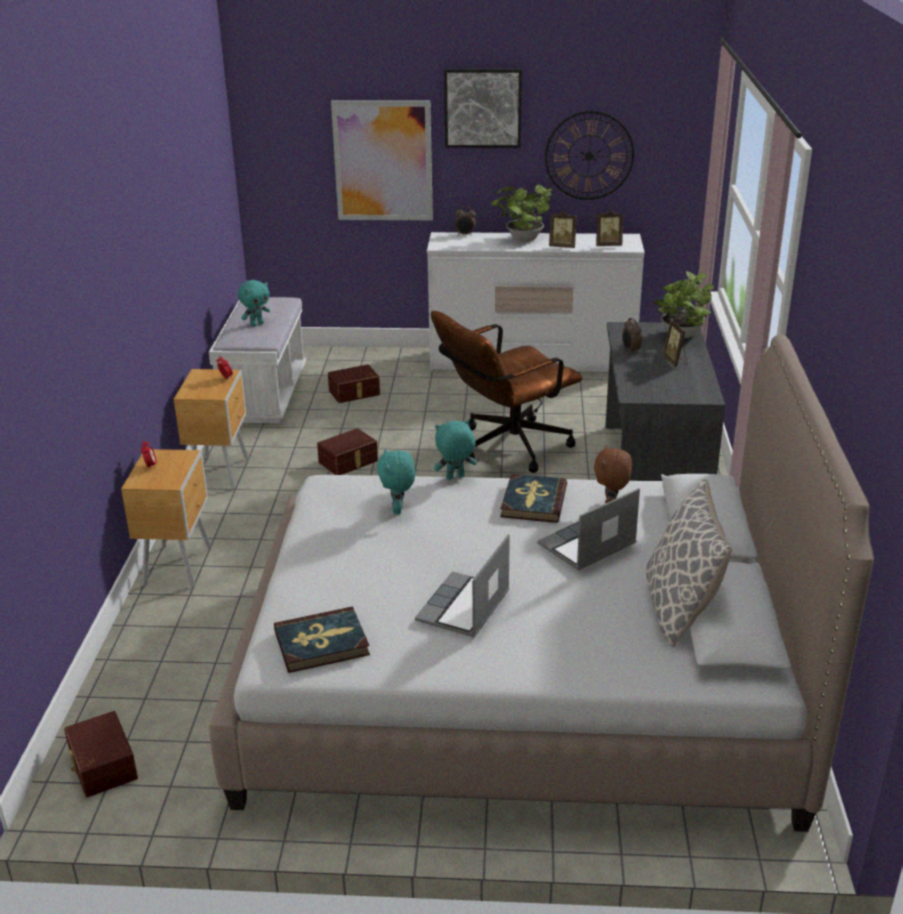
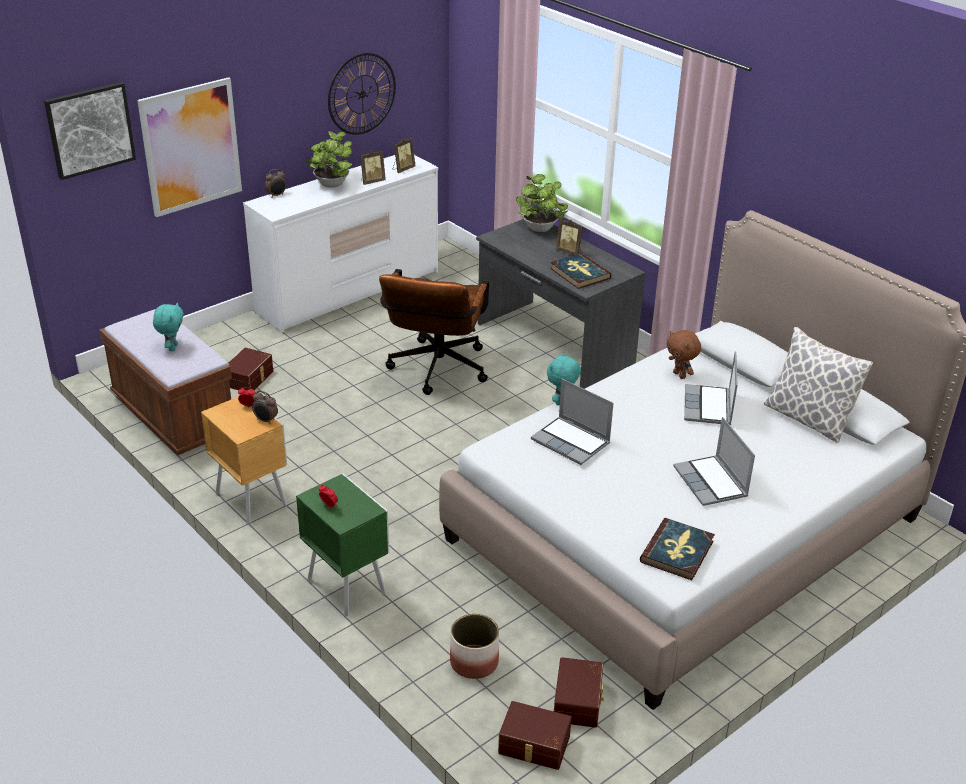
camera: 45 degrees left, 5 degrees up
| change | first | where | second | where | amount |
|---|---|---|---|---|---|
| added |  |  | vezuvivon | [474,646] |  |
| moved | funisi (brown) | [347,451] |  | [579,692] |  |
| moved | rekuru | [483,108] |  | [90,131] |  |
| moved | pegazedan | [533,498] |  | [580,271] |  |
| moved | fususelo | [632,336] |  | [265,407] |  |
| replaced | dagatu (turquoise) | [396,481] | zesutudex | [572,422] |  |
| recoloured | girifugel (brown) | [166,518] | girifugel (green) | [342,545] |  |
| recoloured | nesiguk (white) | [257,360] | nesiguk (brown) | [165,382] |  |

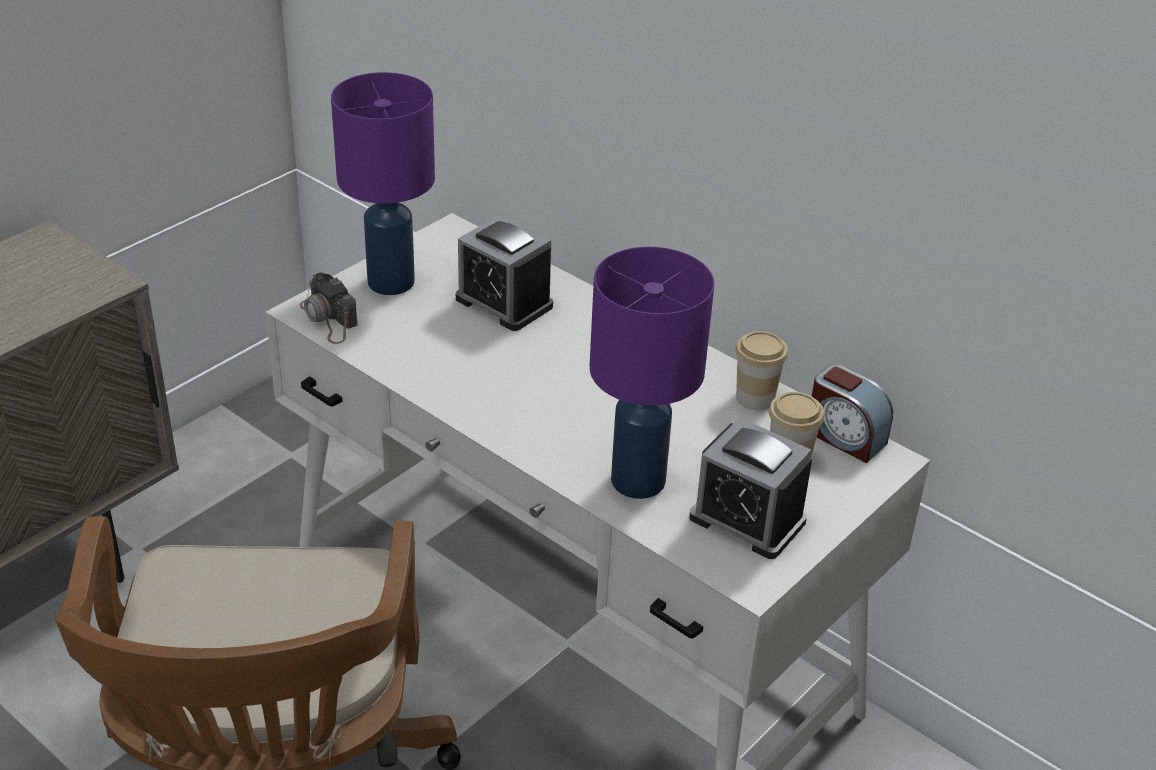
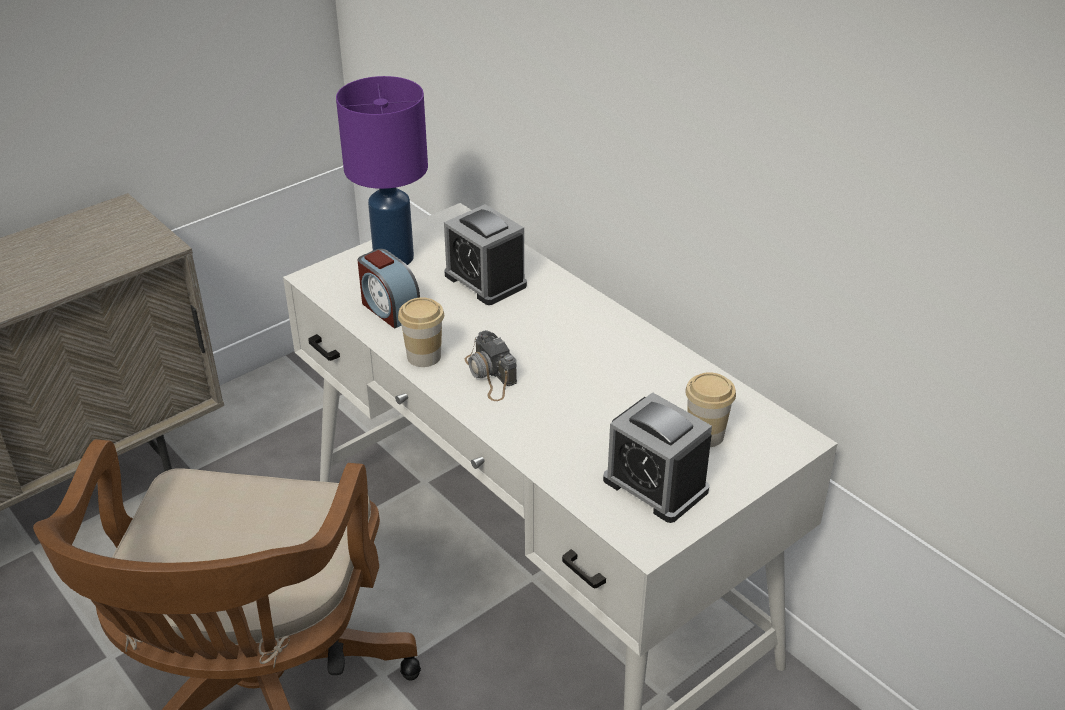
camera: 10 degrees right, 0 degrees up
| change | first | where | second | where | amount |
|---|---|---|---|---|---|
| removed | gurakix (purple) | [652,373] |  |  |  |
| moved | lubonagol | [329,308] |  | [491,365] |  |
| moved | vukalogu | [761,370] |  | [421,332] |  |
| moved | fususelo | [852,413] |  | [389,289] |  |

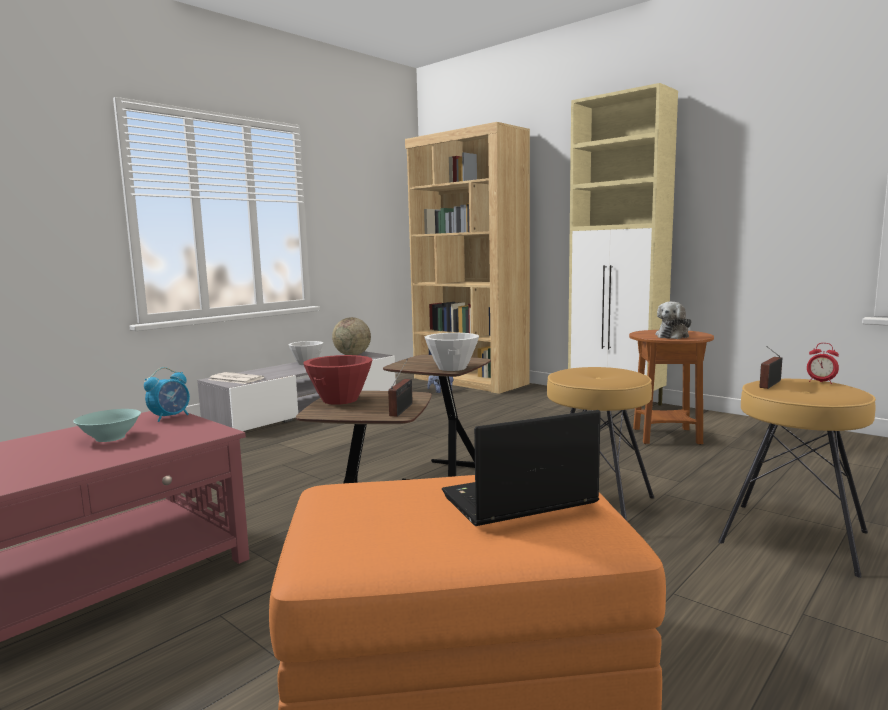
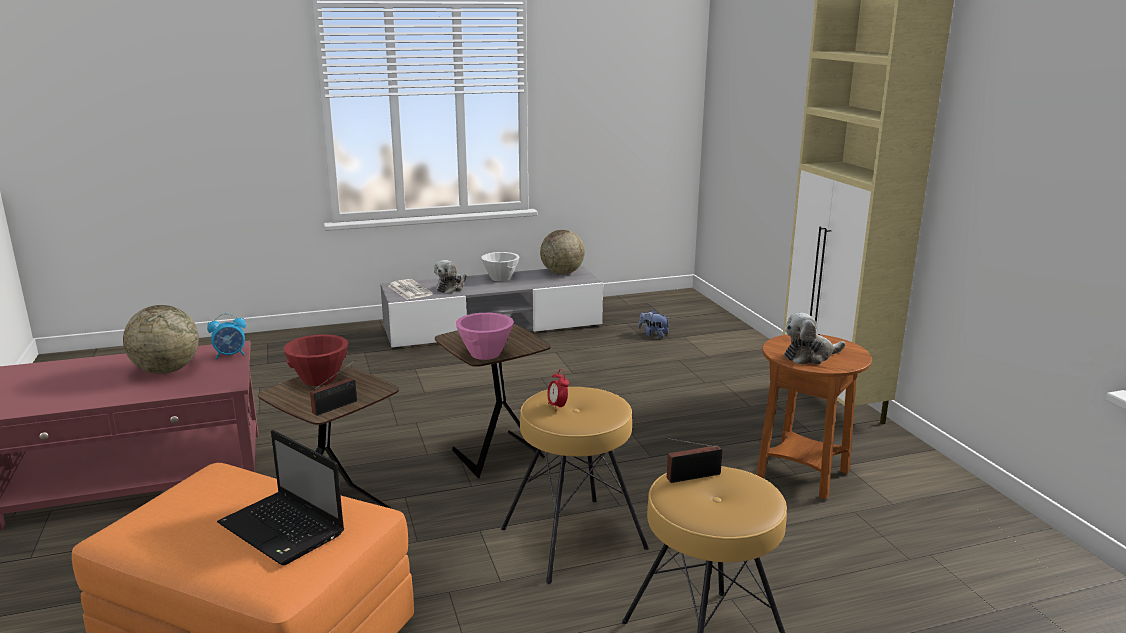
camera: 30 degrees right, 10 degrees up
| change | first | where | second | where | amount |
|---|---|---|---|---|---|
| removed | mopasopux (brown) | [467,258] |  |  |  |
| added |  |  | dagatu | [450,277] |  |
| moved | fususelo | [823,363] |  | [558,388] |  |
| replaced | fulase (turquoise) | [107,425] | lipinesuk | [161,339] |  |
| recoloured | fulase (white) | [452,352] | fulase (pink) | [484,336] |  |
| turned | zesutudex | [521,468] |  | [280,497] | 150 degrees counterclockwise |

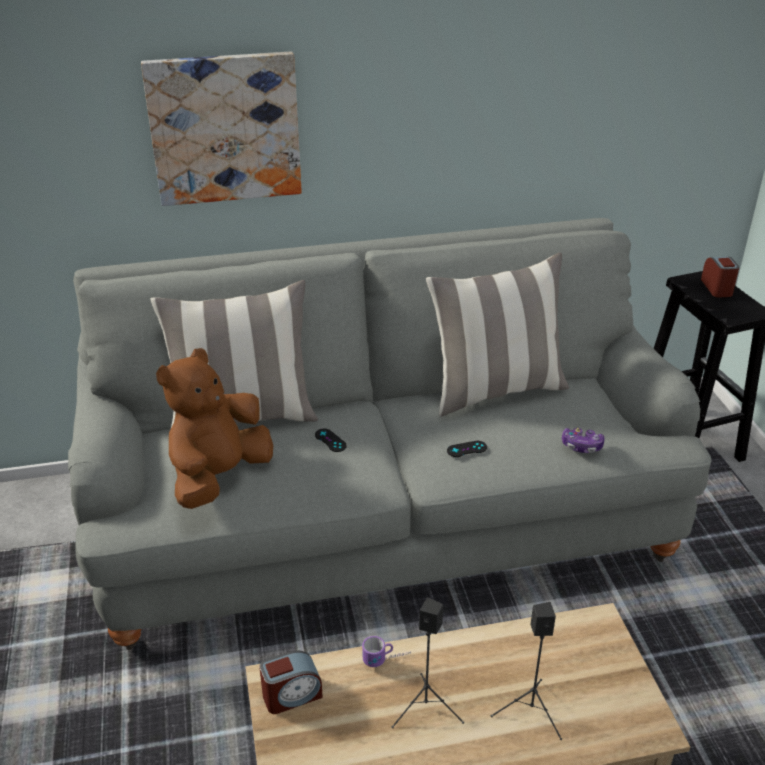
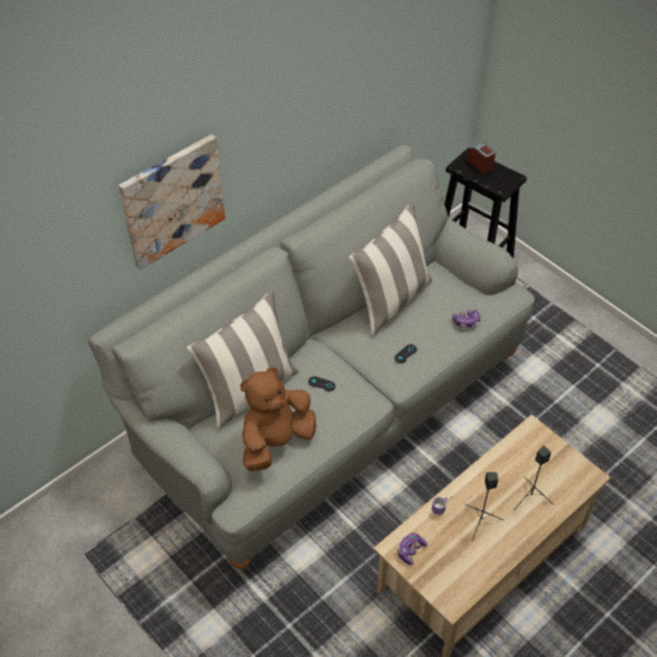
camera: 30 degrees left, 15 degrees up
| change | first | where | second | where | amount |
|---|---|---|---|---|---|
| replaced | fususelo | [291,682] | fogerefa | [412,549] |  |
| turned | dagatu (brown) | [214,428] |  | [278,419] | 45 degrees clockwise |

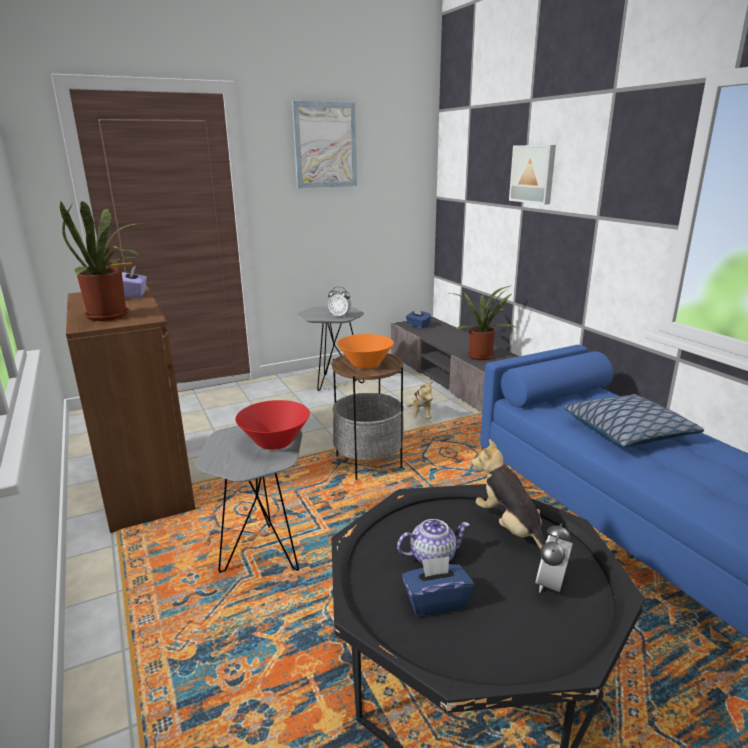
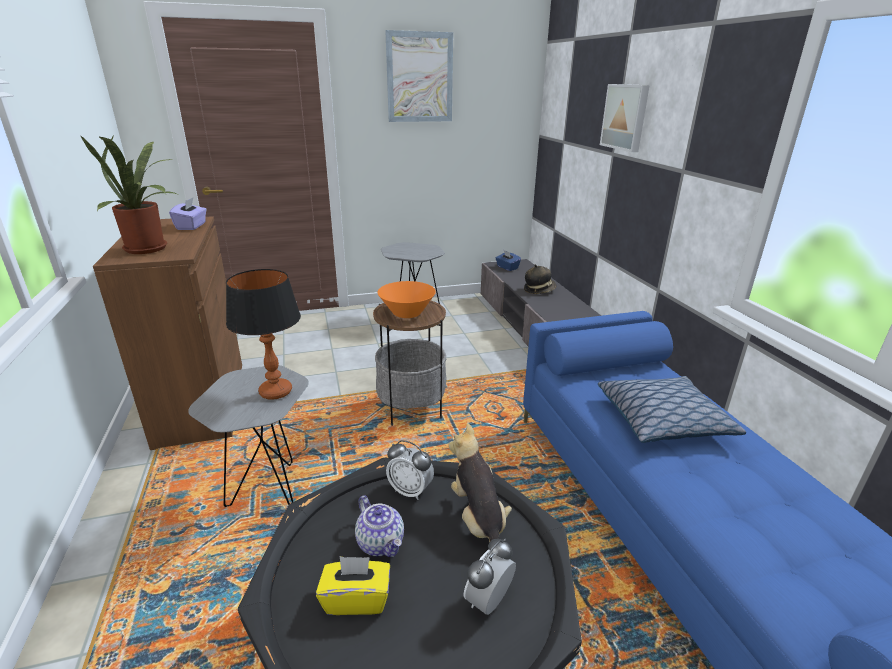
camera: 10 degrees right, 5 degrees up
| change | first | where | second | where | amount |
|---|---|---|---|---|---|
| removed | dagatu | [419,400] |  |  |  |
| removed | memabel | [483,323] |  |  |  |
| added |  |  | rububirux | [540,279] |  |
| moved | fususelo | [339,302] |  | [410,470] |  |
| replaced | fulase (red) | [272,425] | gurakix | [263,334] |  |
| recoloured | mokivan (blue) | [438,586] | mokivan (yellow) | [353,585] |  |
| turned | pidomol | [433,541] |  | [379,526] | 60 degrees clockwise |

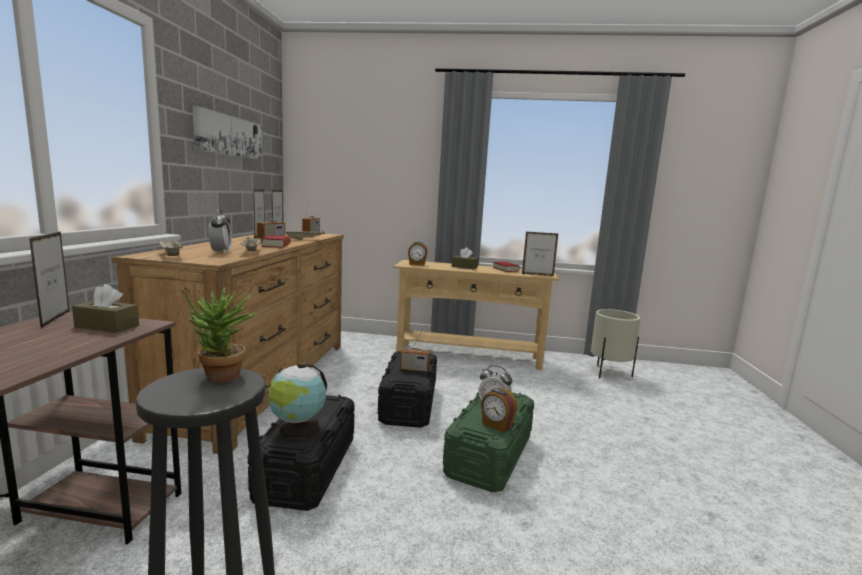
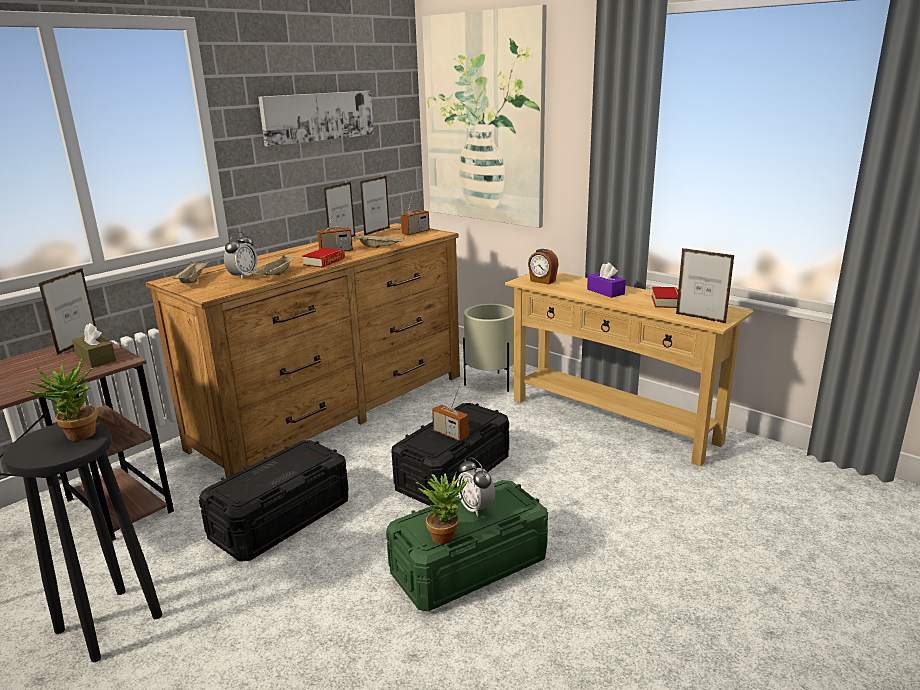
camera: 35 degrees right, 10 degrees up
| change | first | where | second | where | amount |
|---|---|---|---|---|---|
| removed | lipinesuk | [298,401] |  |  |  |
| added |  |  | rekuru | [484,116] |  |
| moved | vezuvivon (beige) | [616,344] |  | [488,348] |  |
| replaced | fususelo | [499,410] | memabel | [442,508] |  |
| recoloured | mokivan (brown) | [465,258] | mokivan (purple) | [606,280] |  |

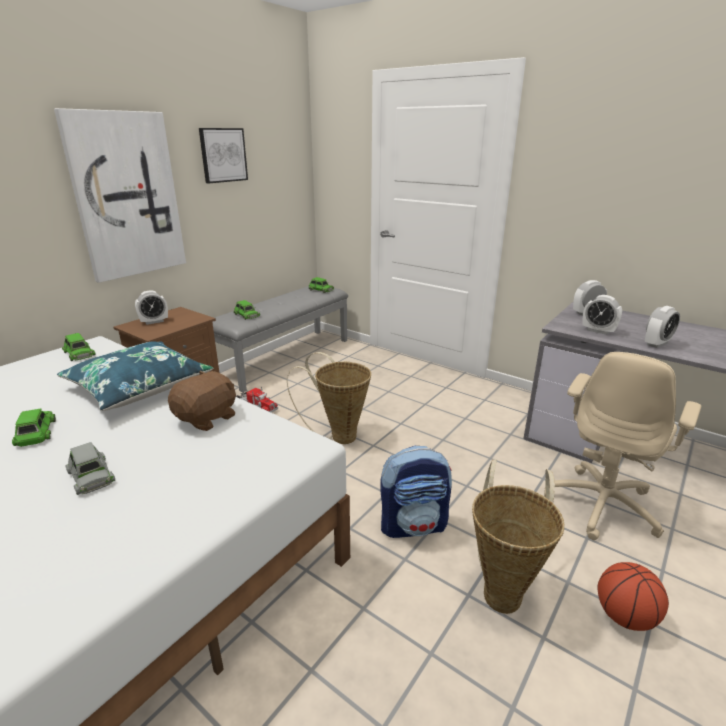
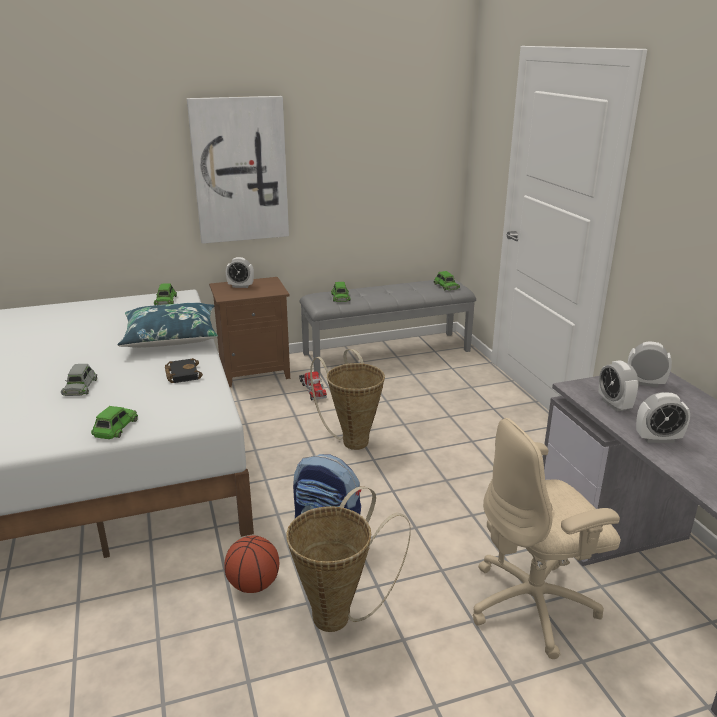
camera: 35 degrees right, 0 degrees up
| change | first | where | second | where | amount |
|---|---|---|---|---|---|
| removed | rekuru | [223,156] |  |  |  |
| moved | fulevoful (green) | [34,428] |  | [114,422] |  |
| moved | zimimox | [633,596] |  | [251,564] |  |
| replaced | dagatu (brown) | [202,400] | pegazedan (black) | [184,370] |  |

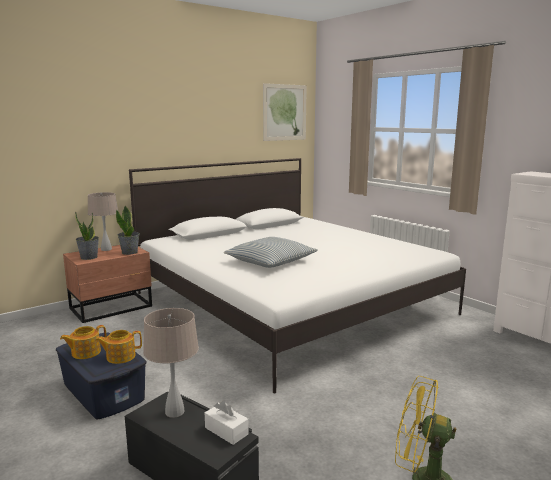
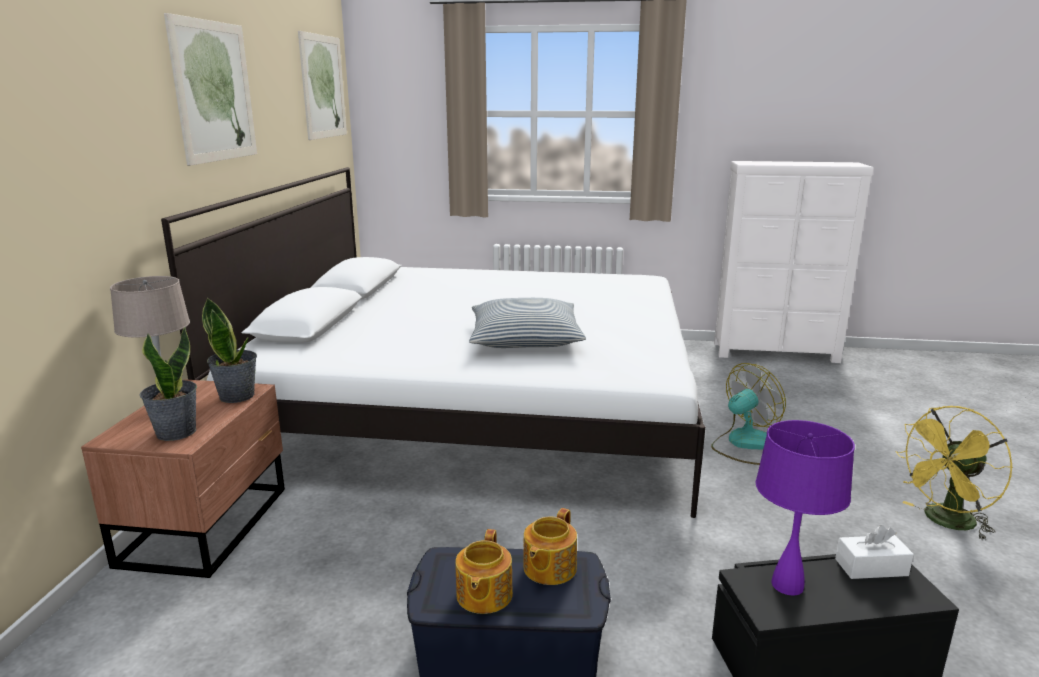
camera: 45 degrees left, 5 degrees up
| change | first | where | second | where | amount |
|---|---|---|---|---|---|
| added |  |  | rekuru | [210,89] |  |
| added |  |  | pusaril | [748,414] |  |
| recoloured | gurakix (beige) | [171,363] | gurakix (purple) | [805,508] |  |

